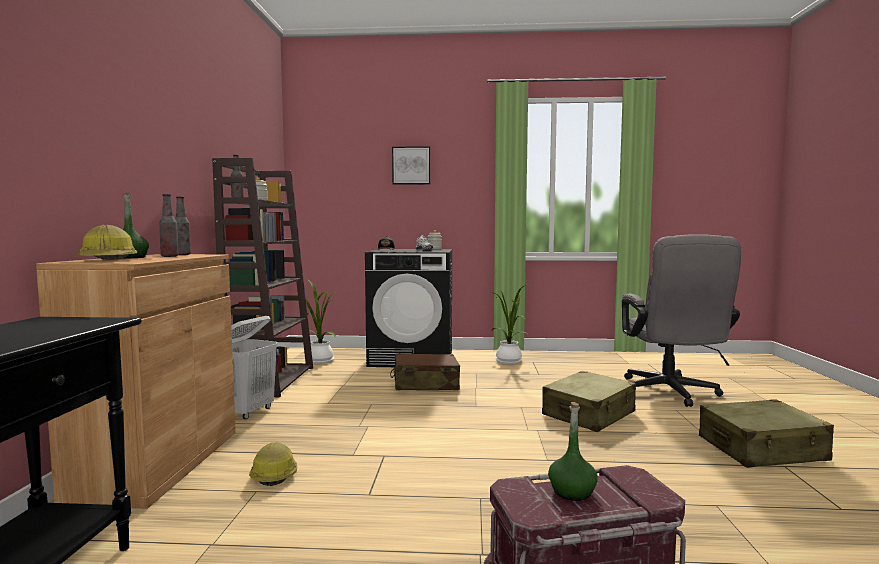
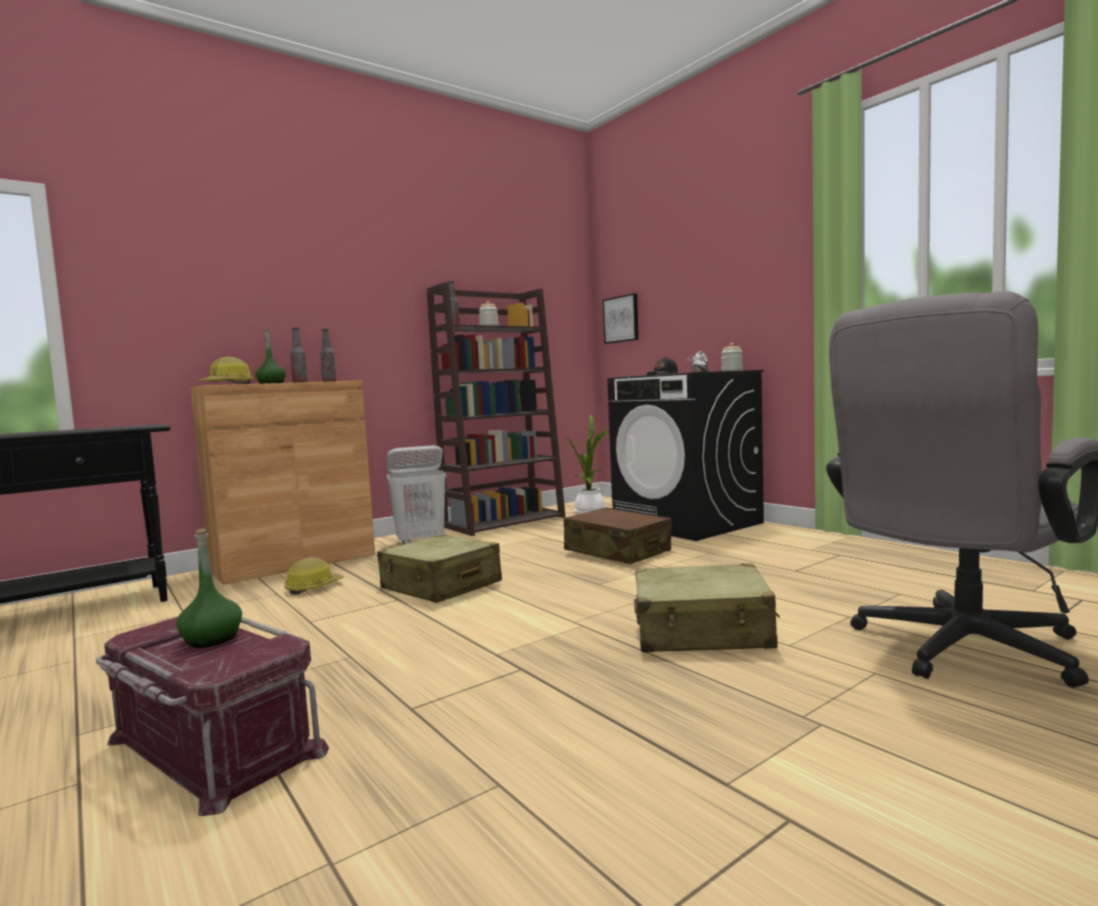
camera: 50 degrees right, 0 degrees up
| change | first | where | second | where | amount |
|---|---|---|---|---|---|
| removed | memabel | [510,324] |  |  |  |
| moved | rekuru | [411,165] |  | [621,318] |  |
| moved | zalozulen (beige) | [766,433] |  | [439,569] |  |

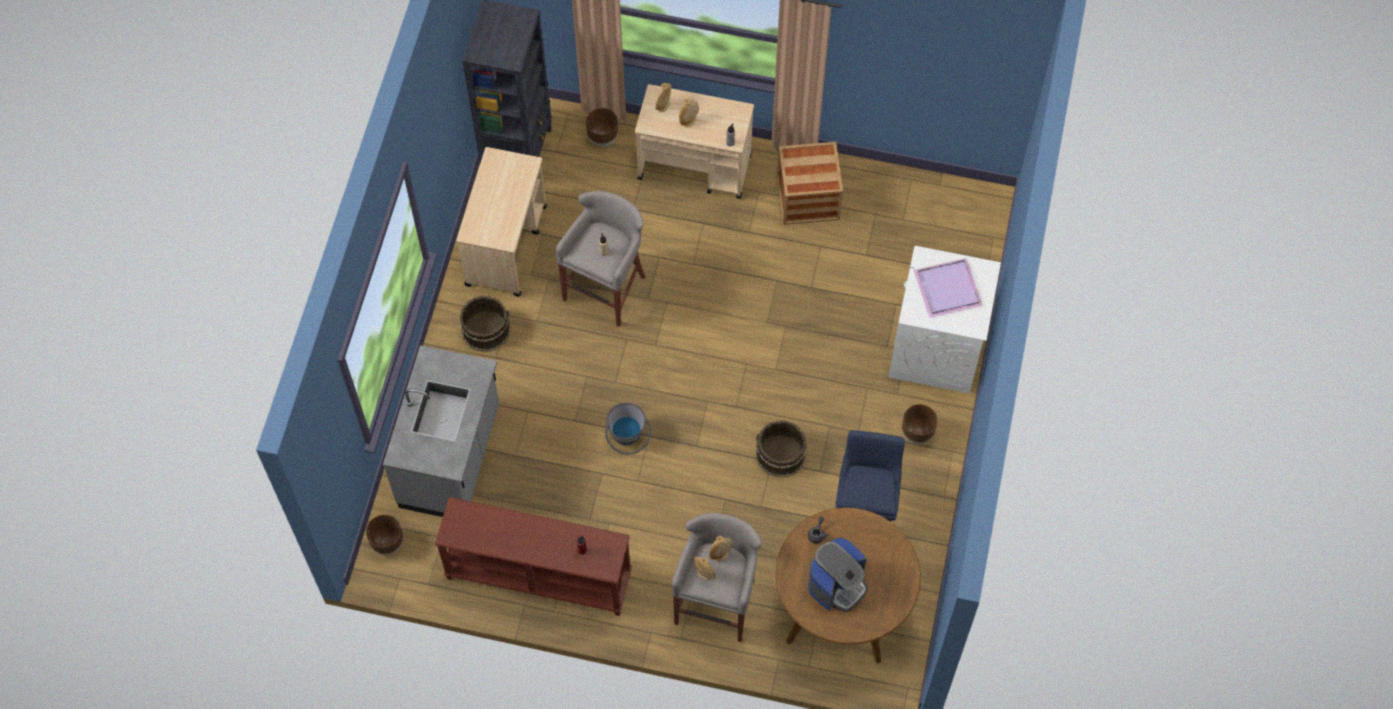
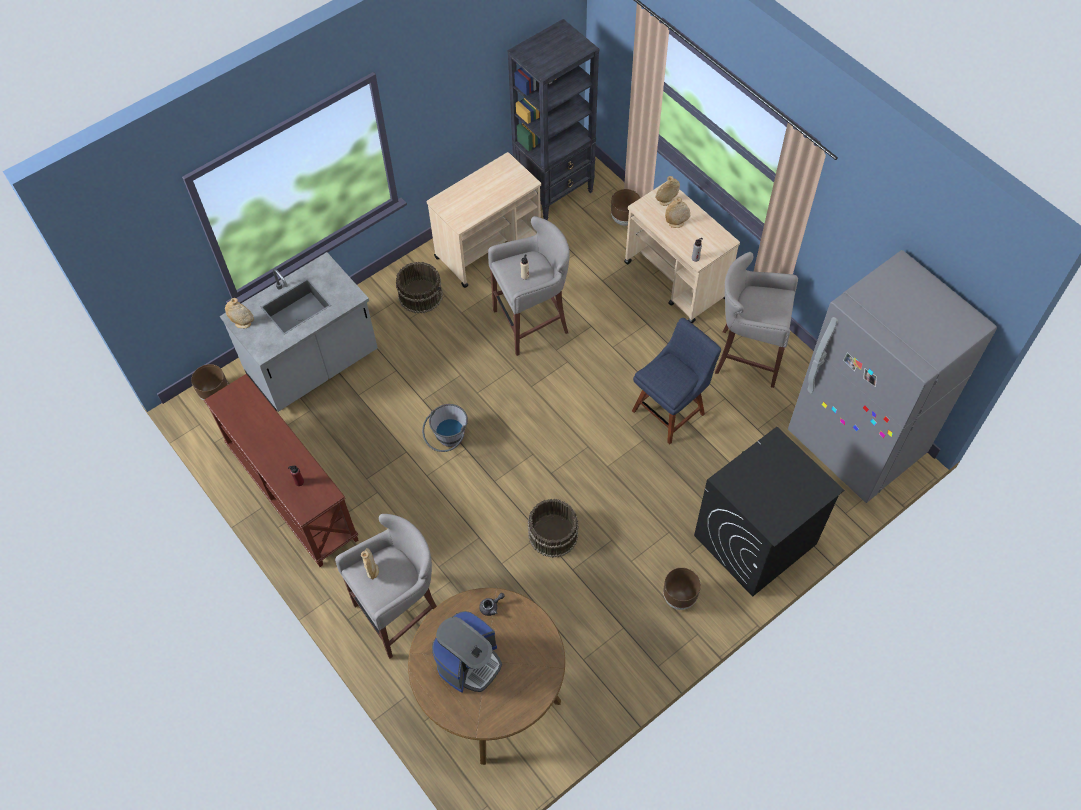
camera: 40 degrees right, 5 degrees down
| change | first | where | second | where | amount |
|---|---|---|---|---|---|
| removed | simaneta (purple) | [948,288] |  |  |  |
| added |  |  | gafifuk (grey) | [892,376] |  |
| moved | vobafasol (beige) | [721,548] |  | [239,313] |  |
| moved | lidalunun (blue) | [870,476] |  | [676,381] |  |
| replaced | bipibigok | [810,183] | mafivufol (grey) | [756,320] |  |
| recoloured | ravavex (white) | [945,319] | ravavex (black) | [769,512] |  |
| turned | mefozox | [838,575] |  | [467,652] | 45 degrees counterclockwise |

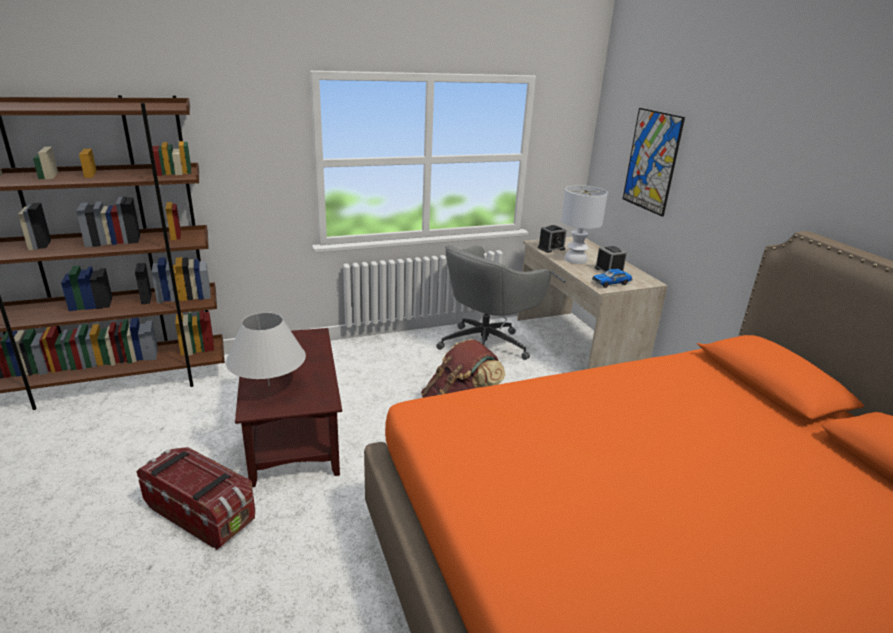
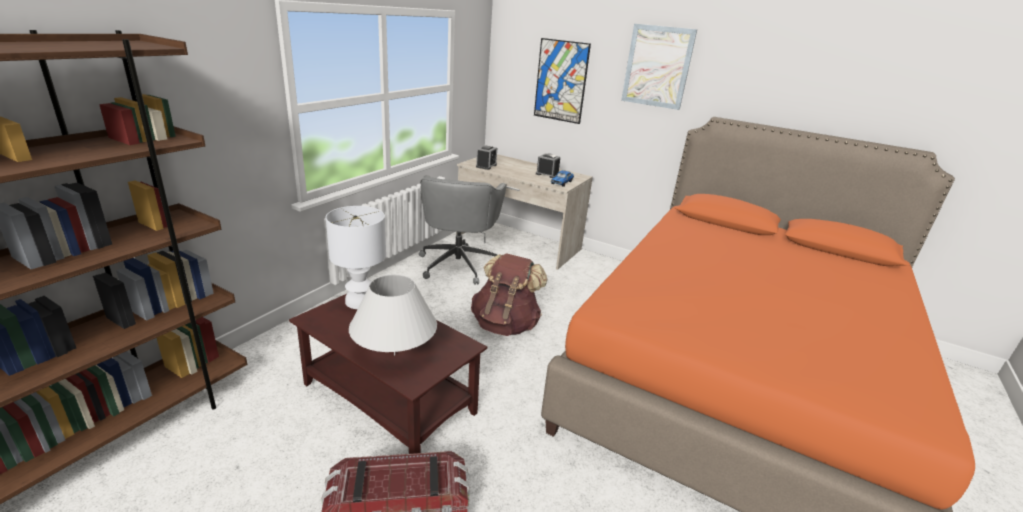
camera: 40 degrees left, 0 degrees up
| change | first | where | second | where | amount |
|---|---|---|---|---|---|
| added |  |  | rekuru | [659,67] |  |
| moved | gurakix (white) | [584,224] |  | [356,257] |  |

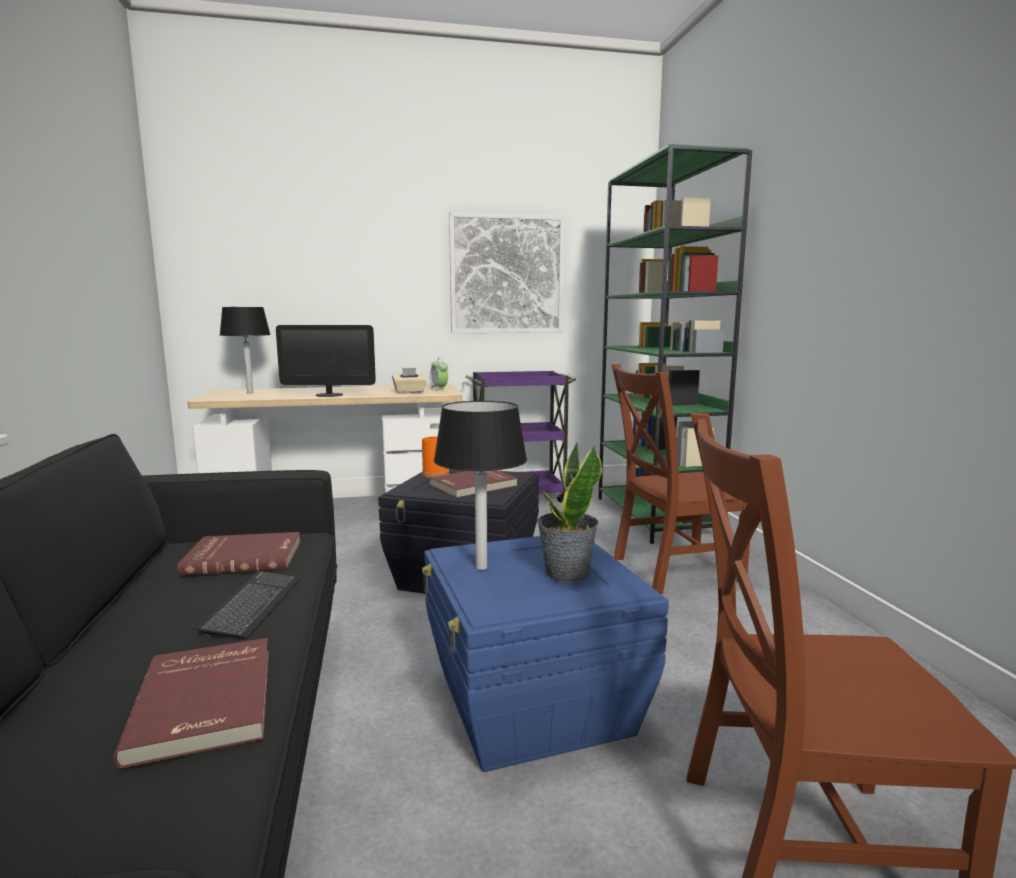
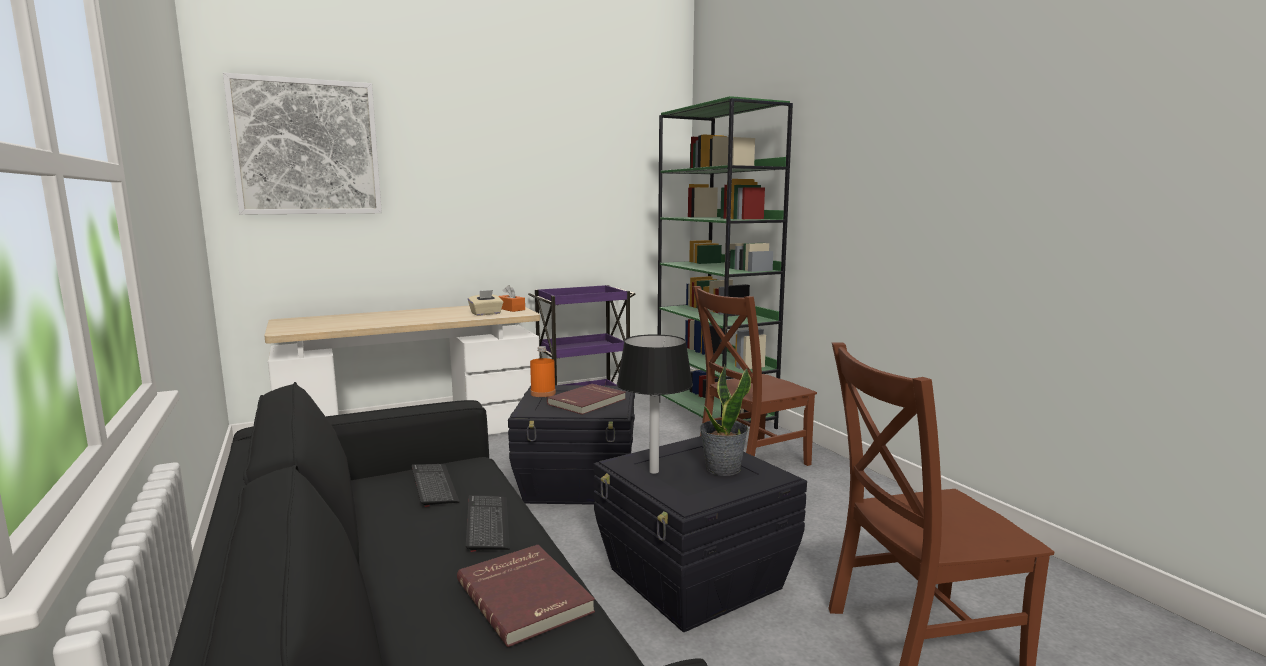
camera: 15 degrees left, 0 degrees up
| change | first | where | second | where | amount |
|---|---|---|---|---|---|
| removed | gurakix (black) | [245,350] |  |  |  |
| removed | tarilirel | [325,361] |  |  |  |
| moved | rekuru | [507,272] |  | [302,144] |  |
| replaced | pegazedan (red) | [239,553] | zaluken | [435,485] |  |
| replaced | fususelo | [439,374] | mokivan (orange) | [511,298] |  |
| recoloured | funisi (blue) | [545,654] | funisi (black) | [700,534] |  |

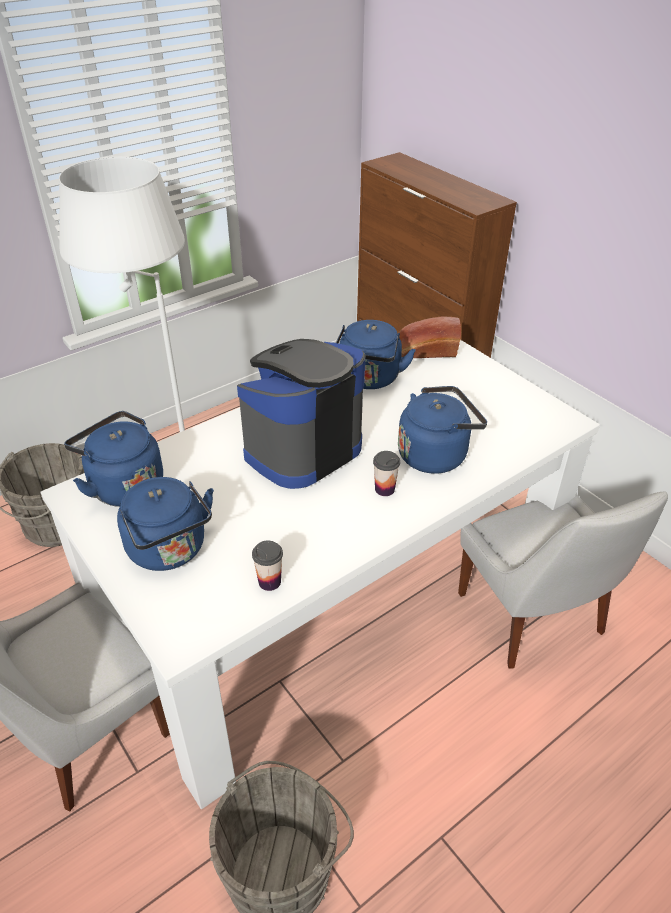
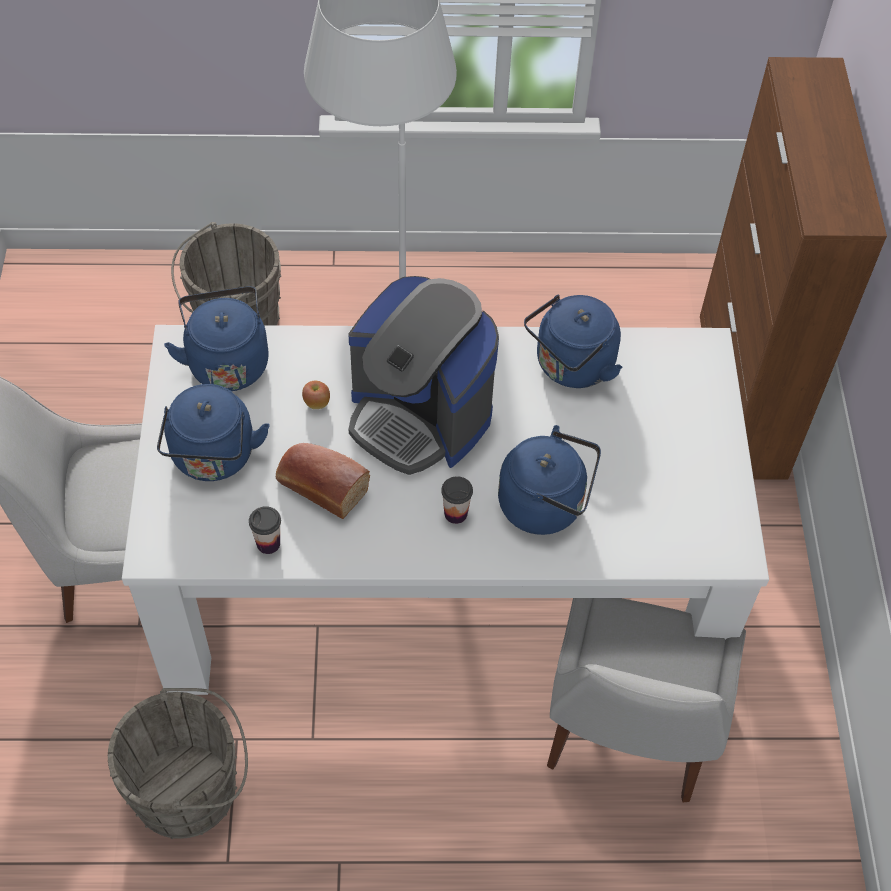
camera: 35 degrees right, 15 degrees up
| change | first | where | second | where | amount |
|---|---|---|---|---|---|
| added |  |  | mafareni | [316,395] |  |
| moved | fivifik | [430,337] |  | [323,481] |  |
| turned | mefozox | [301,414] |  | [424,375] | 135 degrees counterclockwise |

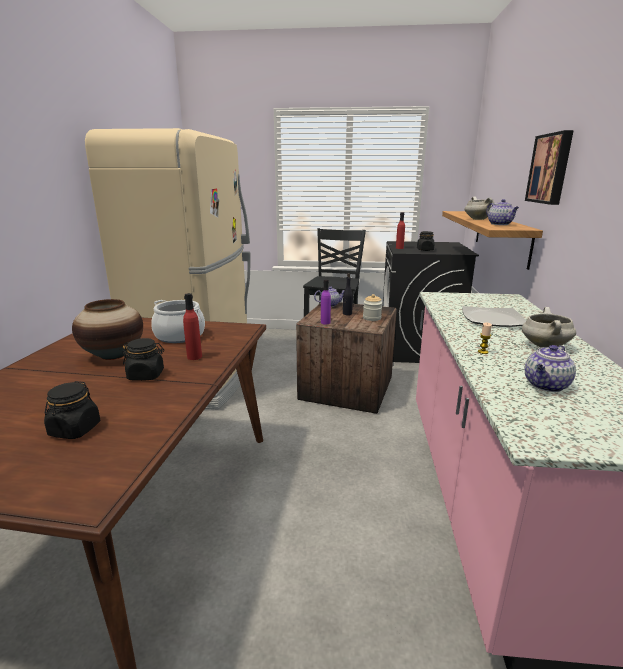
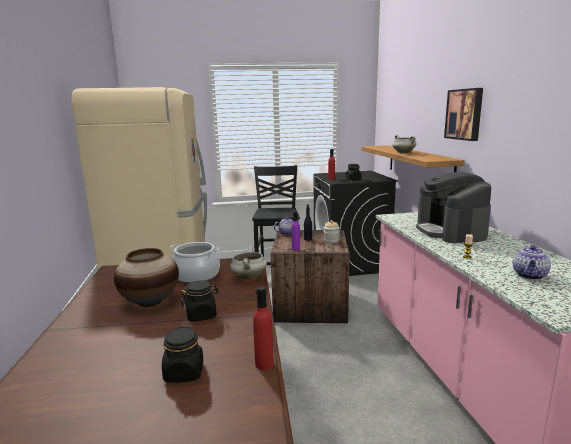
camera: 15 degrees left, 5 degrees down
| change | first | where | second | where | amount |
|---|---|---|---|---|---|
| removed | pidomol | [502,212] |  |  |  |
| moved | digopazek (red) | [192,326] |  | [263,328] |  |
| moved | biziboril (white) | [549,327] |  | [248,263] |  |
| replaced | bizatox | [494,316] | mefozox | [453,207] |  |

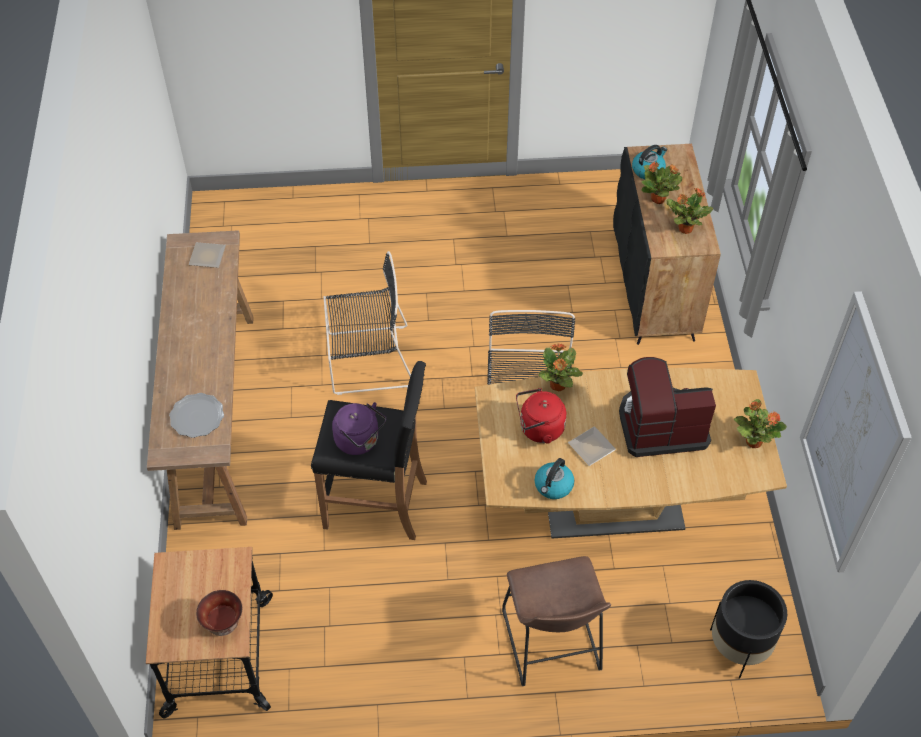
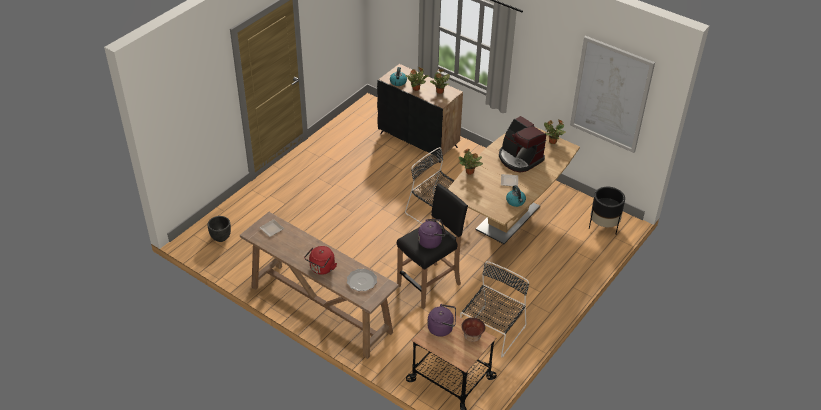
camera: 50 degrees left, 10 degrees down
| change | first | where | second | where | amount |
|---|---|---|---|---|---|
| removed | mafivufol (brown) | [556,621] |  |  |  |
| added |  |  | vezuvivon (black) | [219,229] |  |
| added |  |  | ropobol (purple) | [441,320] |  |
| moved | lidalunun (black) | [367,323] |  | [494,309] |  |
| moved | ropobol (red) | [541,416] |  | [320,260] |  |
| turned | mefozox | [667,407] |  | [522,144] | 75 degrees counterclockwise |

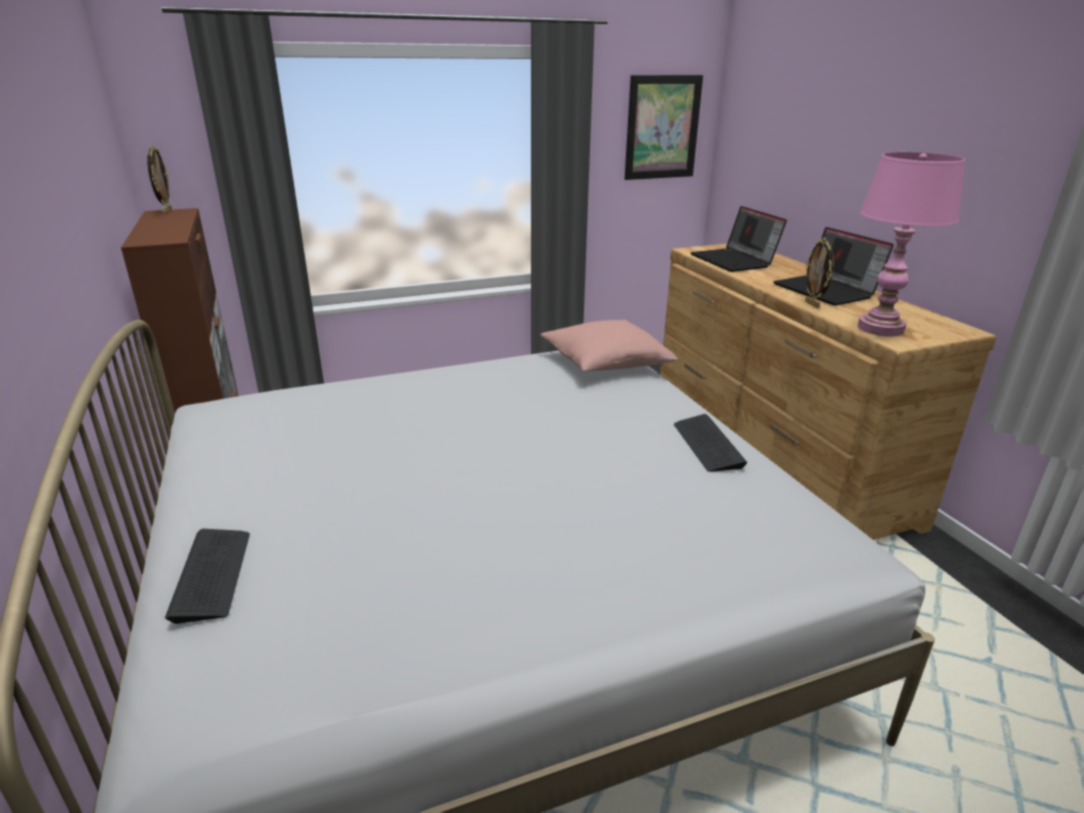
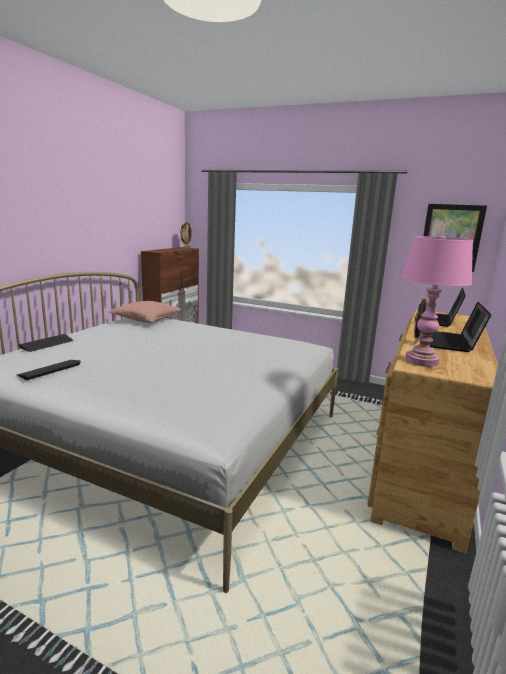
camera: 45 degrees right, 10 degrees down
| change | first | where | second | where | amount |
|---|---|---|---|---|---|
| moved | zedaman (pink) | [609,345] |  | [145,312] |  |
| moved | zaluken | [711,443] |  | [49,370] |  |

